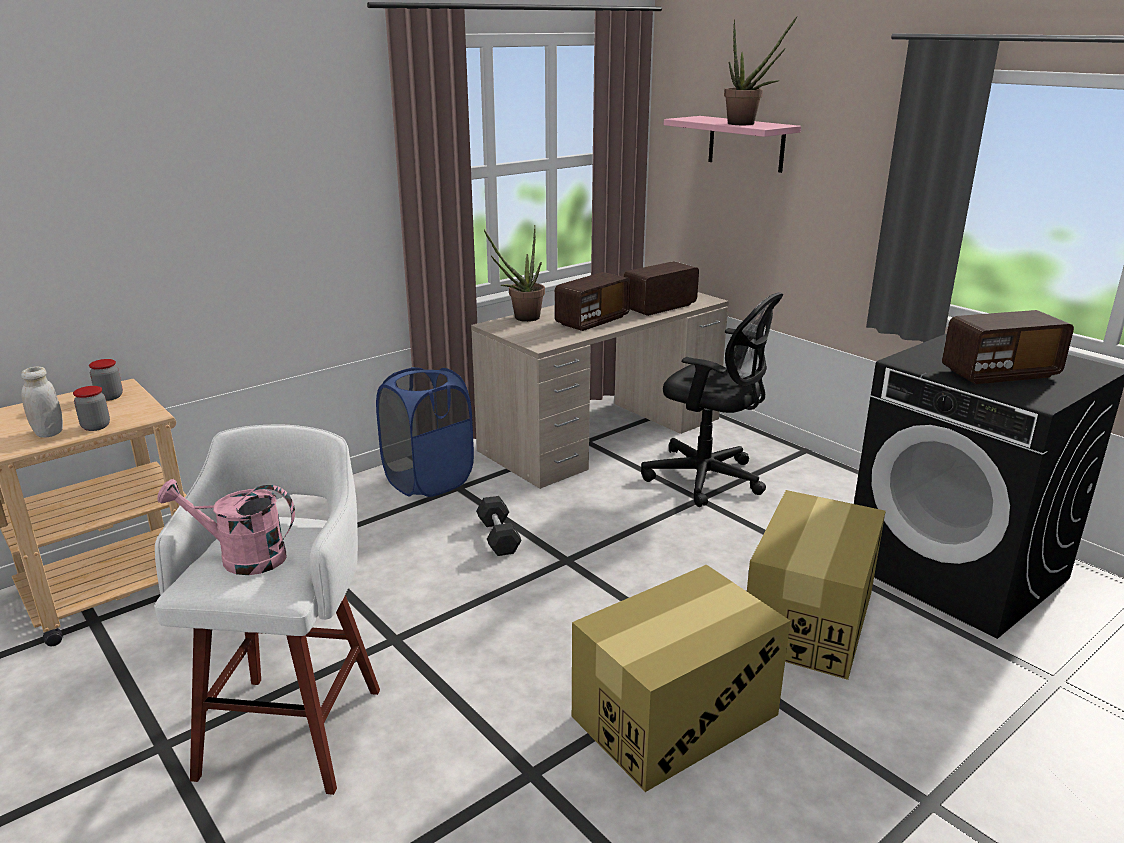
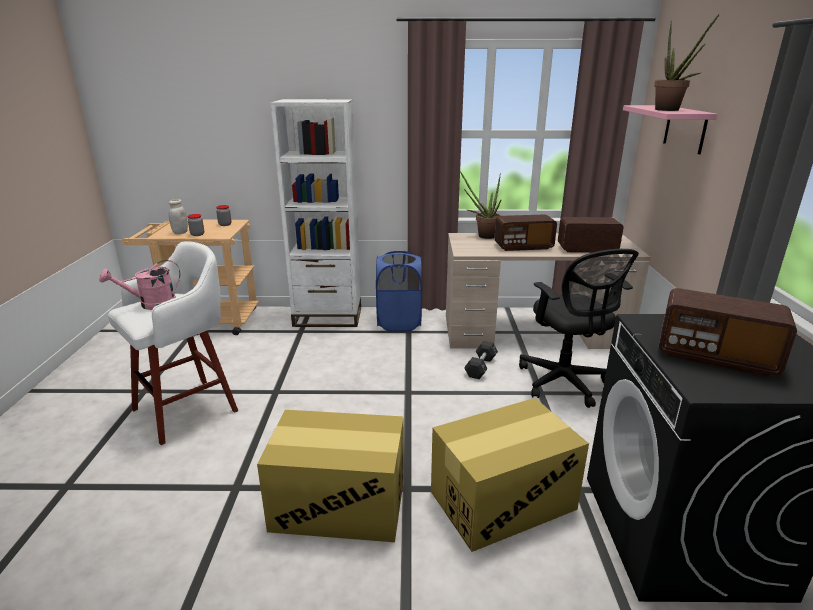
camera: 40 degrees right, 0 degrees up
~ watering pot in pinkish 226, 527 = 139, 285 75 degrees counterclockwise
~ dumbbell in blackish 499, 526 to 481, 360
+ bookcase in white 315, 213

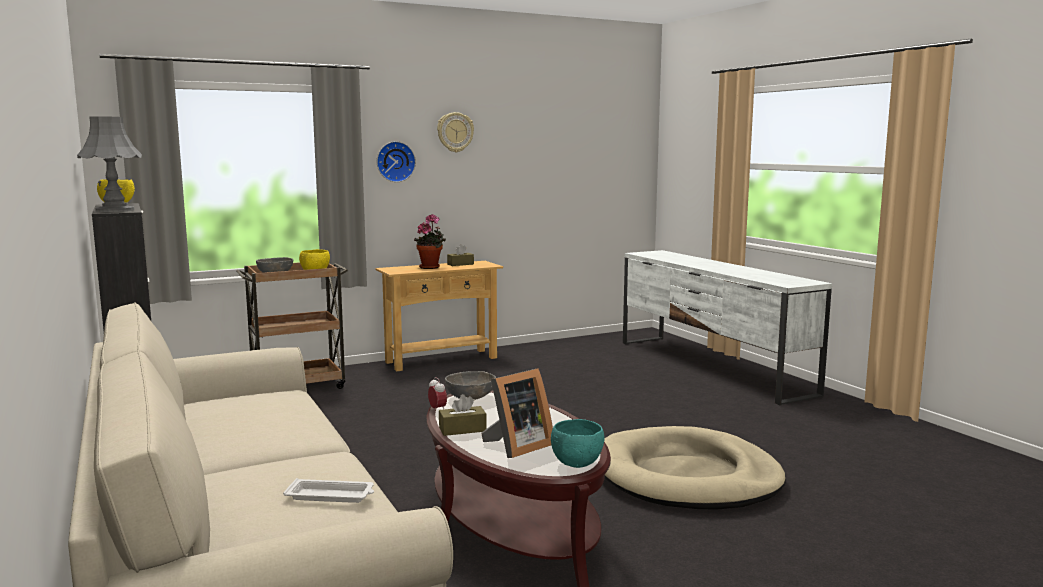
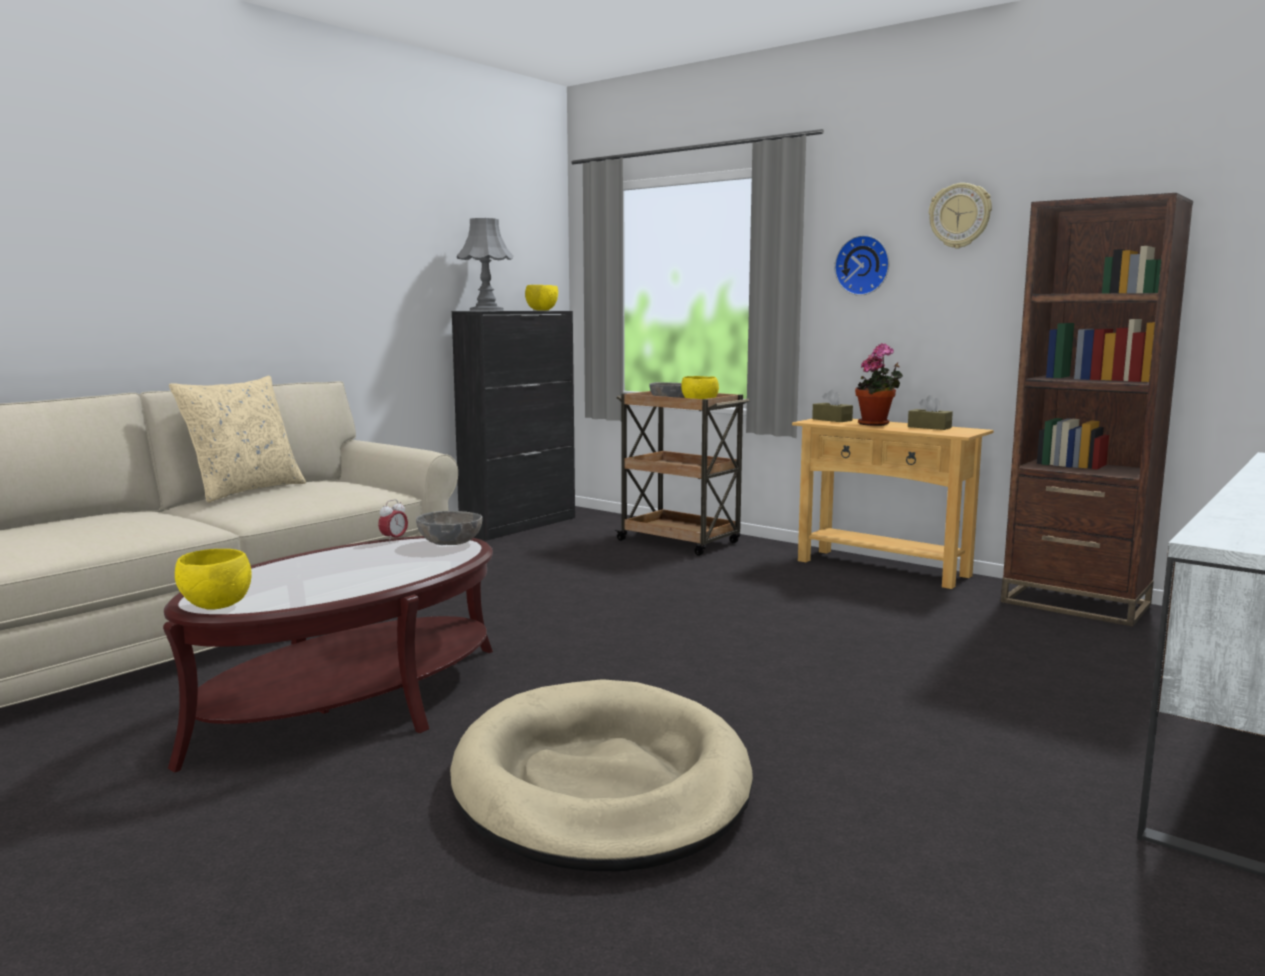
camera: 65 degrees right, 0 degrees up
- tray in white 328, 490
~ box of tissues in brown-coloured 463, 415 to 832, 405
- photo frame 517, 413
~ deep dish in blue-green 578, 443 to deep dish in yellow 213, 579
+ throw pillow in sand-coloured 237, 439
+ bookcase in brown-coloured 1097, 410

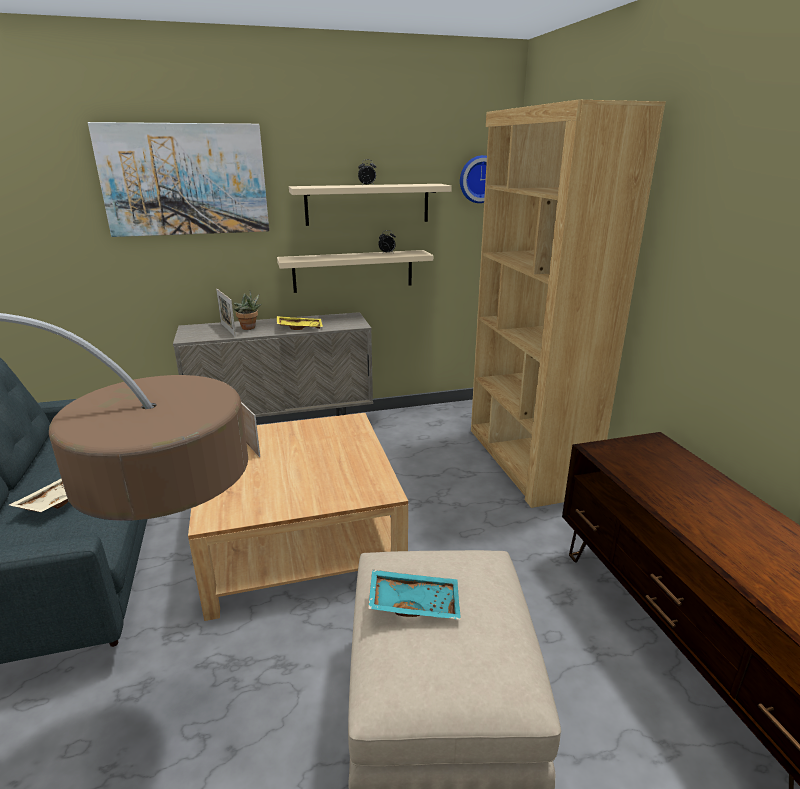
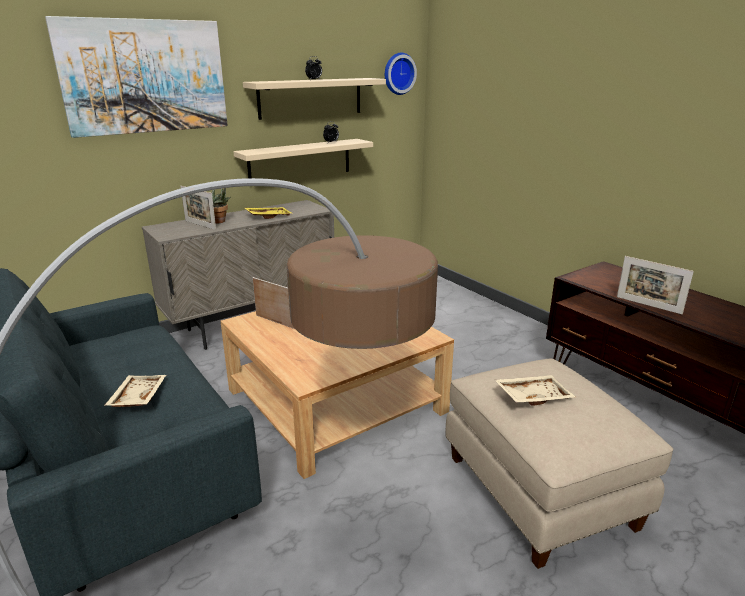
camera: 20 degrees left, 0 degrees up
~ tray in blue-green 414, 595 to tray in sand-coloured 535, 390
- bookcase in brown-coloured 568, 304
+ photo frame 655, 285

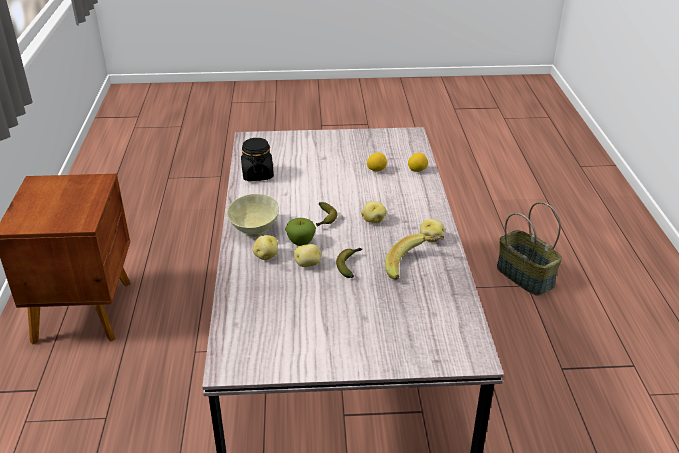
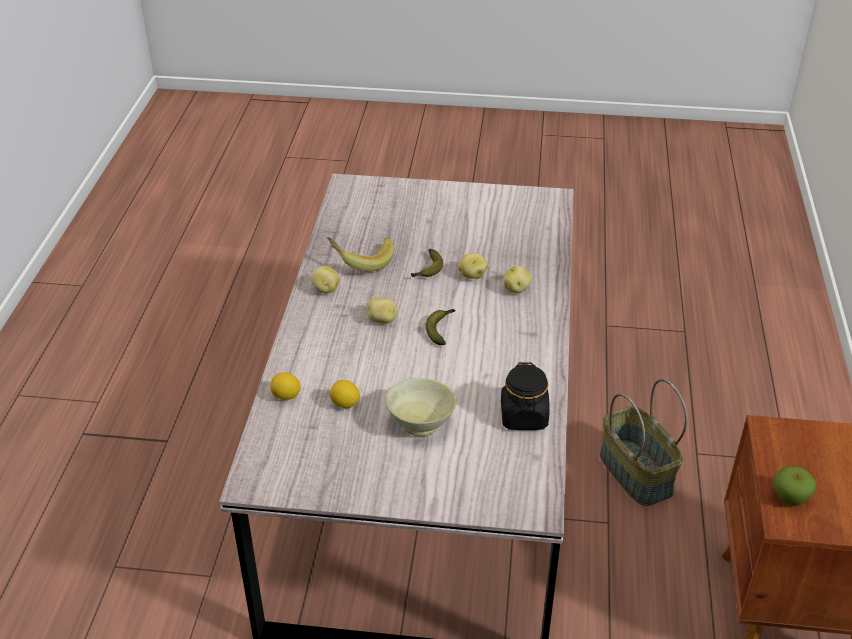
camera: 170 degrees left, 5 degrees up
~ deep dish in sand-coloured 253, 215 to 421, 407
~ apple 300, 232 to 795, 486
~ basket 529, 249 to 644, 442

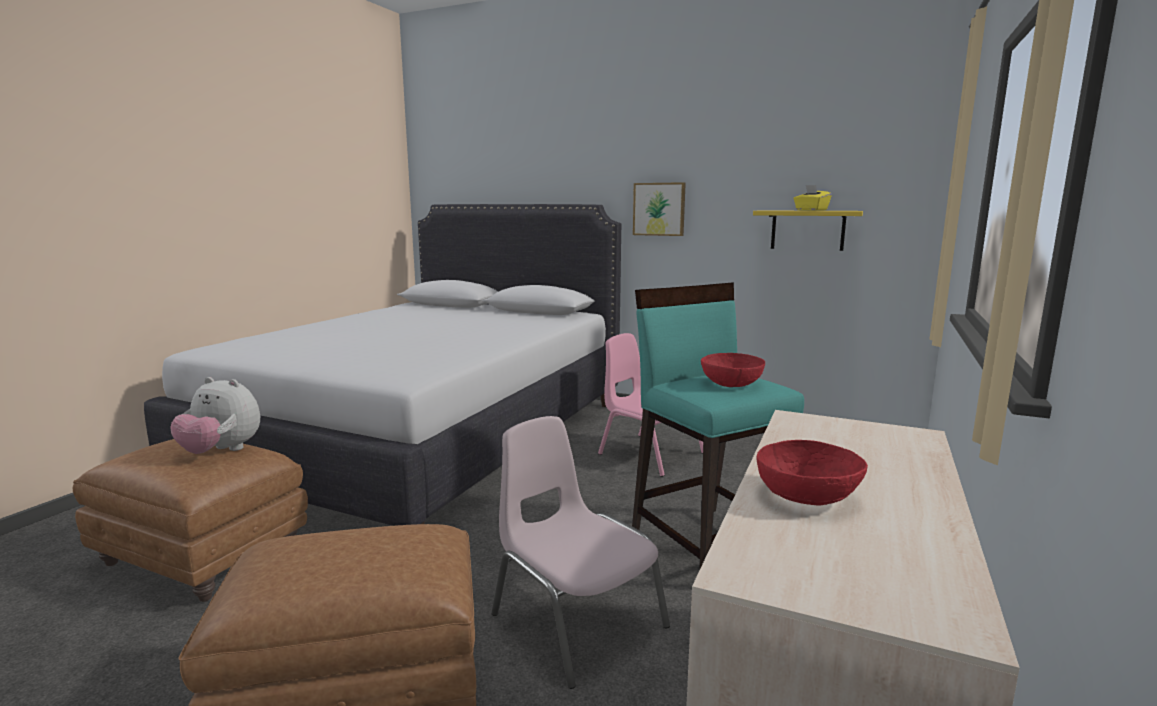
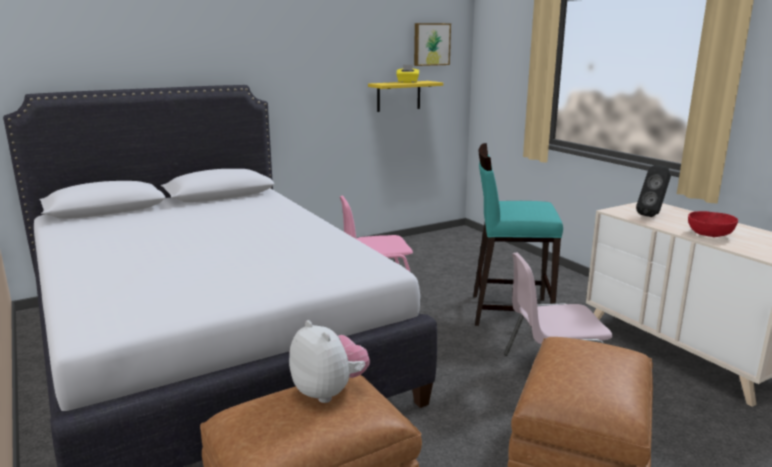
camera: 55 degrees left, 5 degrees up
~ cuddly toy 215, 415 = 329, 361 90 degrees counterclockwise
~ wall art 659, 209 to 432, 44
- deep dish in red 733, 370
+ loudspeaker in blackish 653, 191

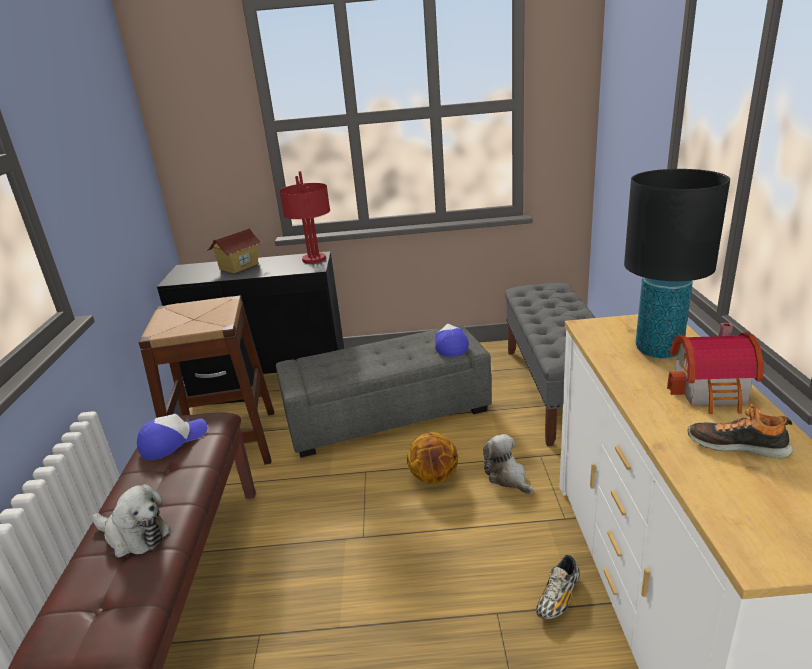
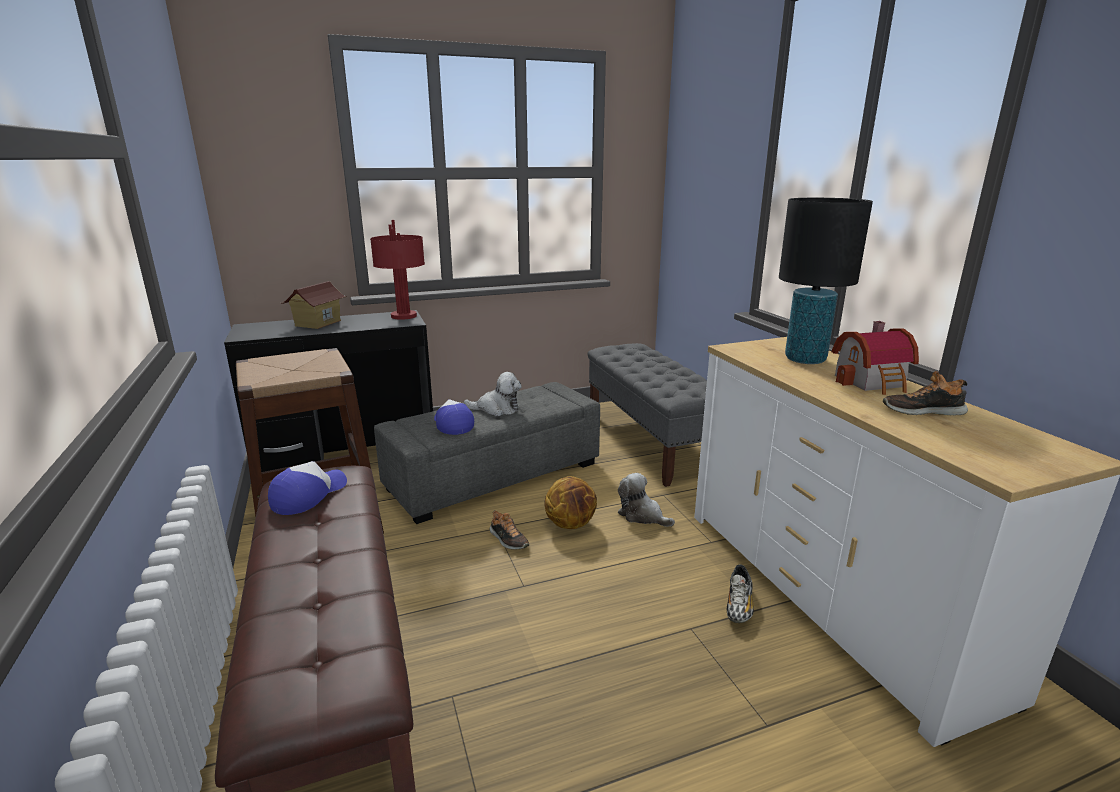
camera: 20 degrees left, 5 degrees down
~ cuddly toy 131, 521 to 493, 394
~ peaked cap 452, 340 to 454, 417
+ low shoe 509, 530

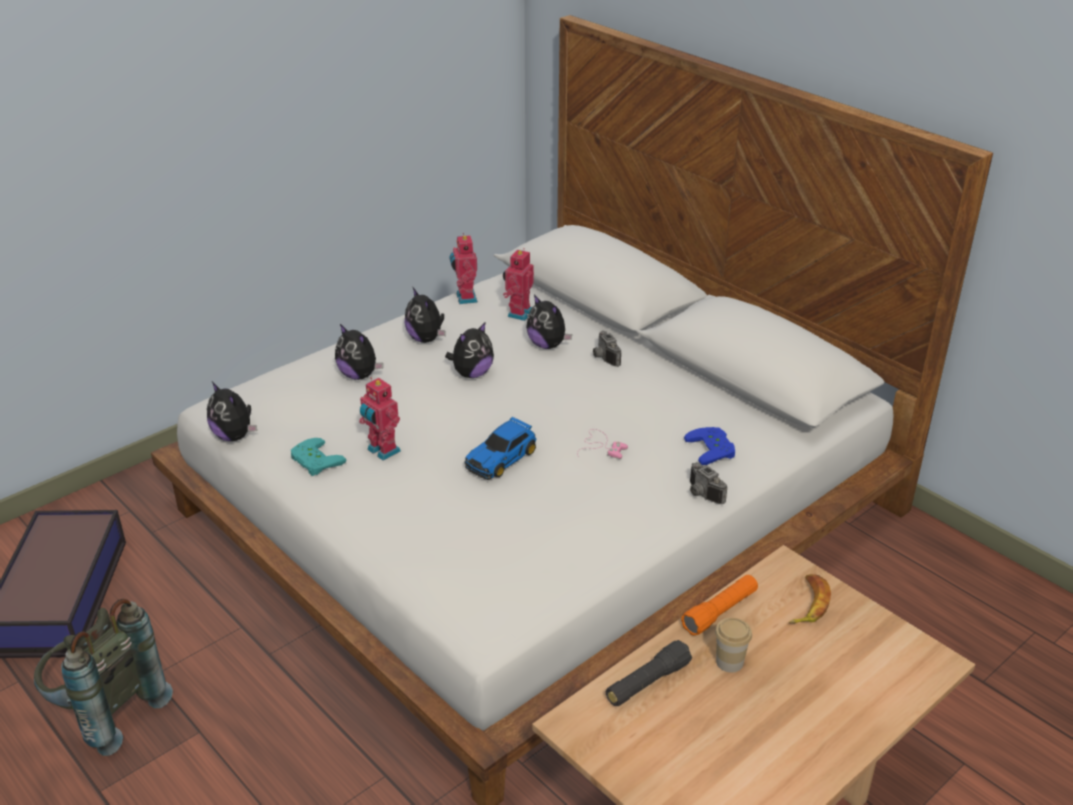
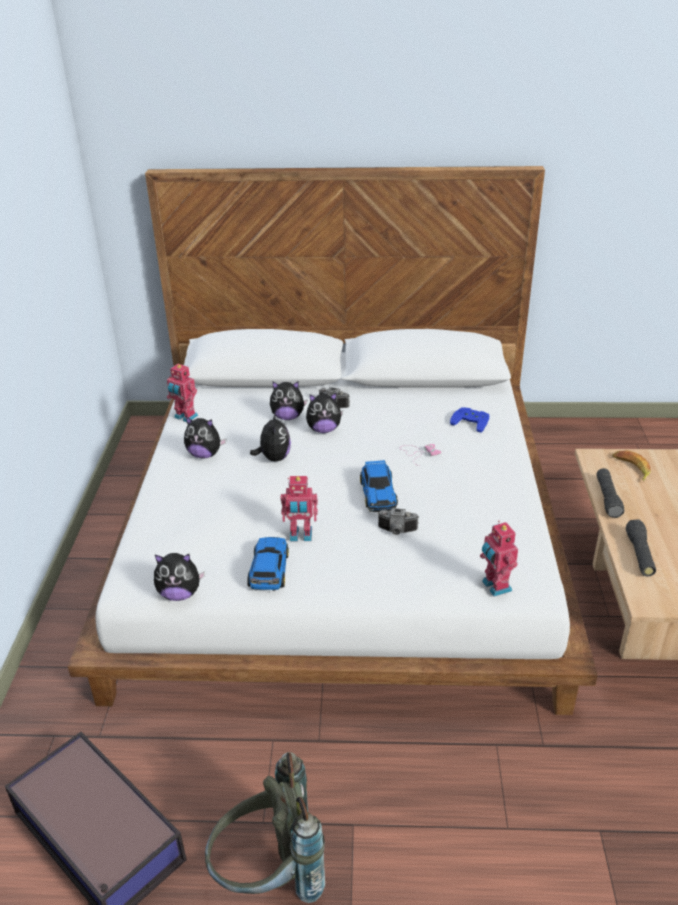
camera: 45 degrees left, 0 degrees up
~ game controller in blue-green 318, 457 to model car 268, 564
~ cuddly toy 359, 352 to 324, 413
~ robot figure 518, 284 to 499, 558
~ torch in orange-coloured 719, 605 to torch in blackish 610, 493
~ photo camera 708, 483 to 398, 521
- small cup 733, 645

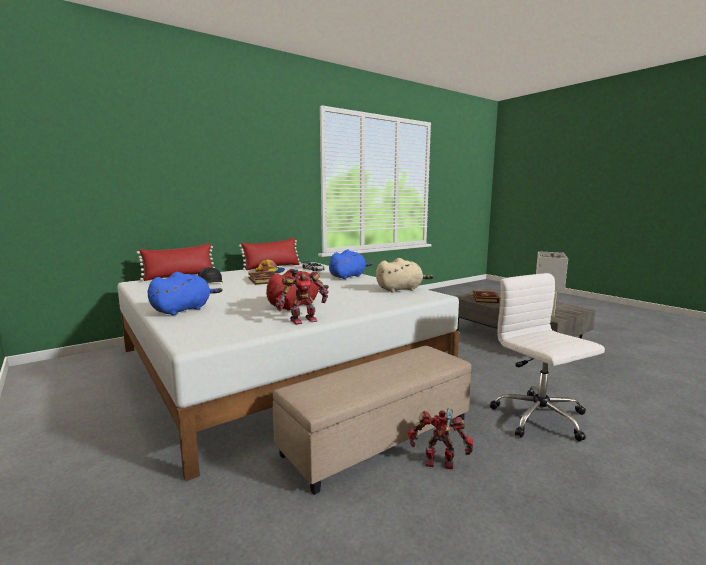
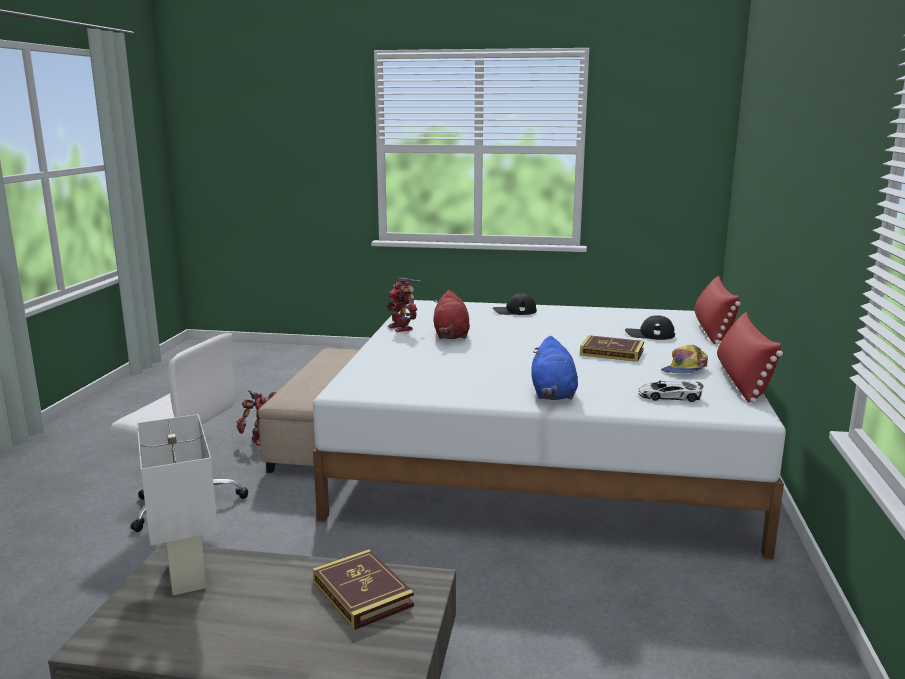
camera: 135 degrees right, 5 degrees up
~ cuddly toy in blue-coloured 184, 293 to peaked cap in blackish 515, 304
~ robot figure 301, 297 = 404, 304 45 degrees counterclockwise
- cuddly toy in sand-coloured 405, 275

